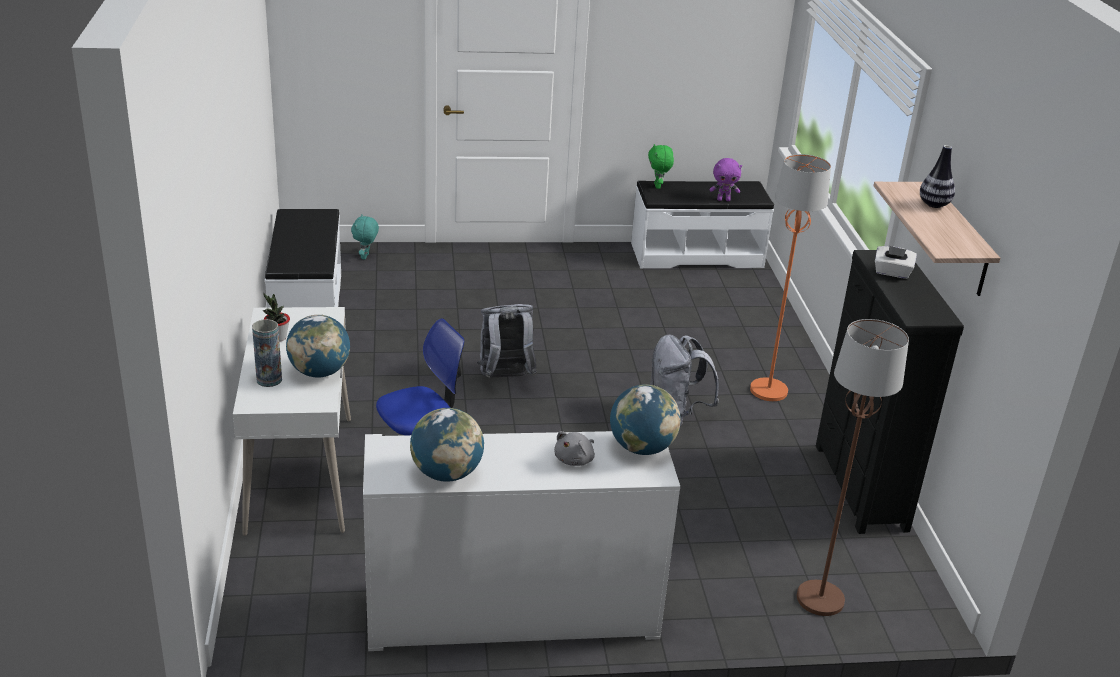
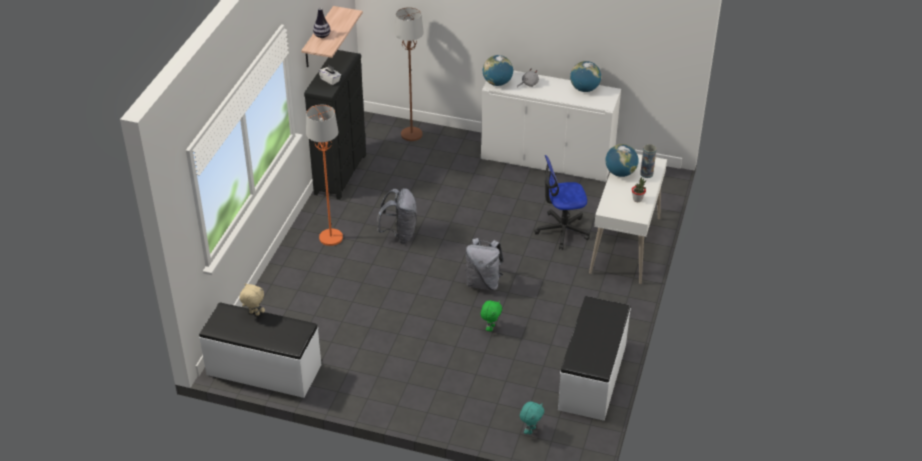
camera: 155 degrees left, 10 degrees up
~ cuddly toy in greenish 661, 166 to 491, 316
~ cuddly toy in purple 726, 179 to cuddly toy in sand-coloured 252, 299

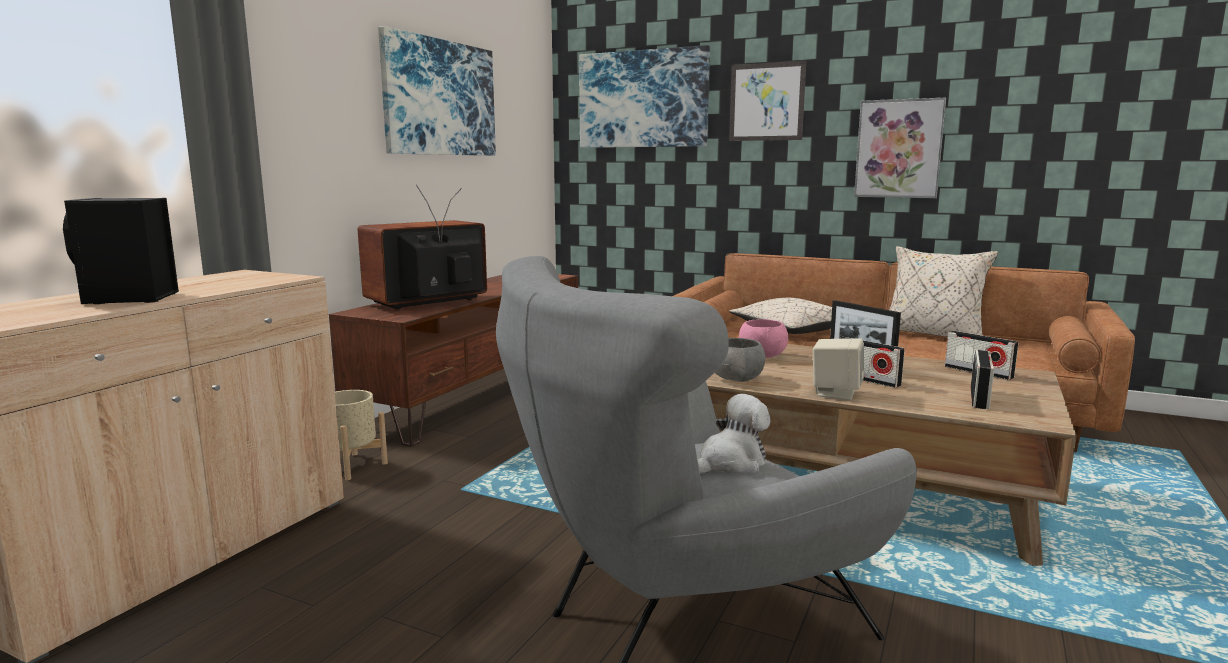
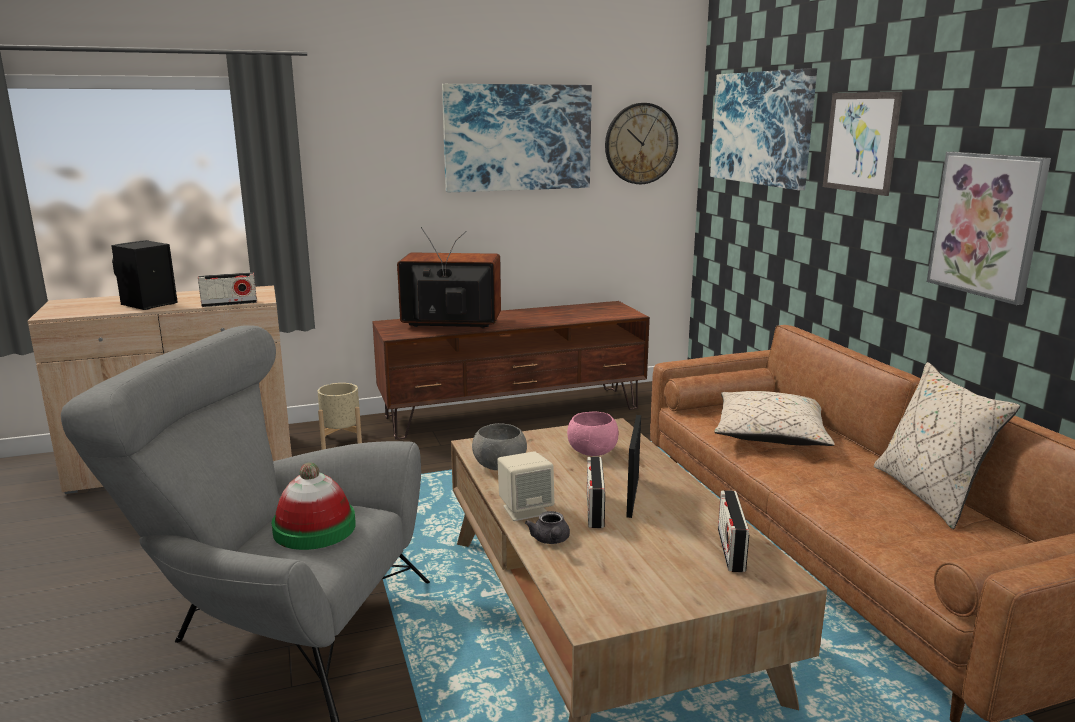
camera: 45 degrees right, 5 degrees up
~ cuddly toy 734, 434 to wearable hat 314, 506
~ radio 982, 379 to 227, 289
+ teapot in greyish 547, 527
+ clock on the wall 641, 143

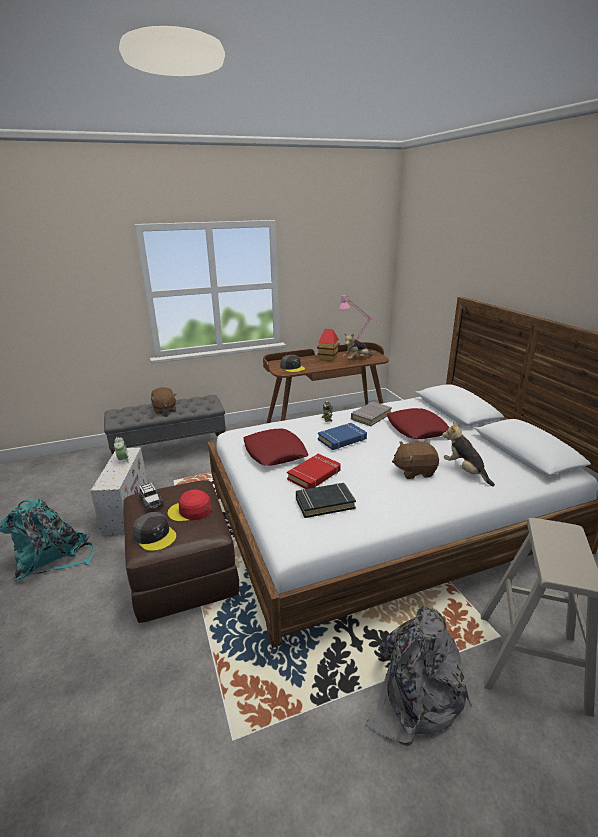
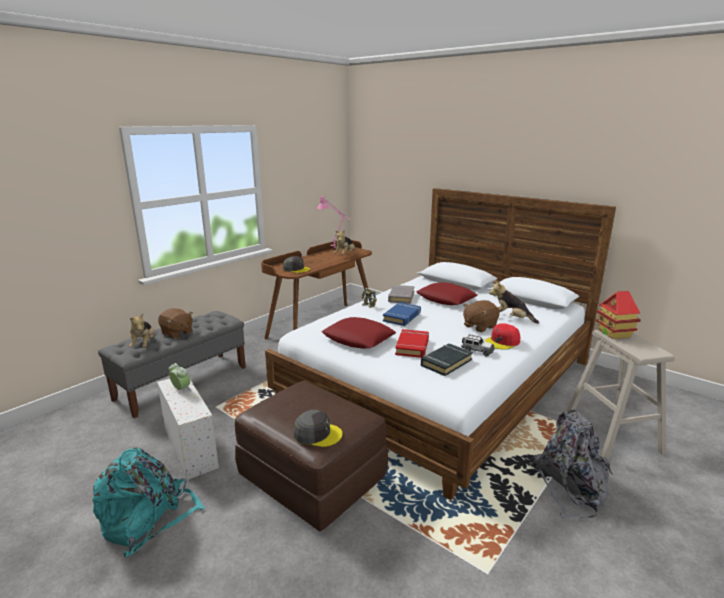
camera: 30 degrees left, 5 degrees down
~ model car 151, 497 to 478, 345
~ peaked cap in red 189, 505 to 502, 337
~ model house 328, 345 to 618, 315
+ cuddly toy 142, 330

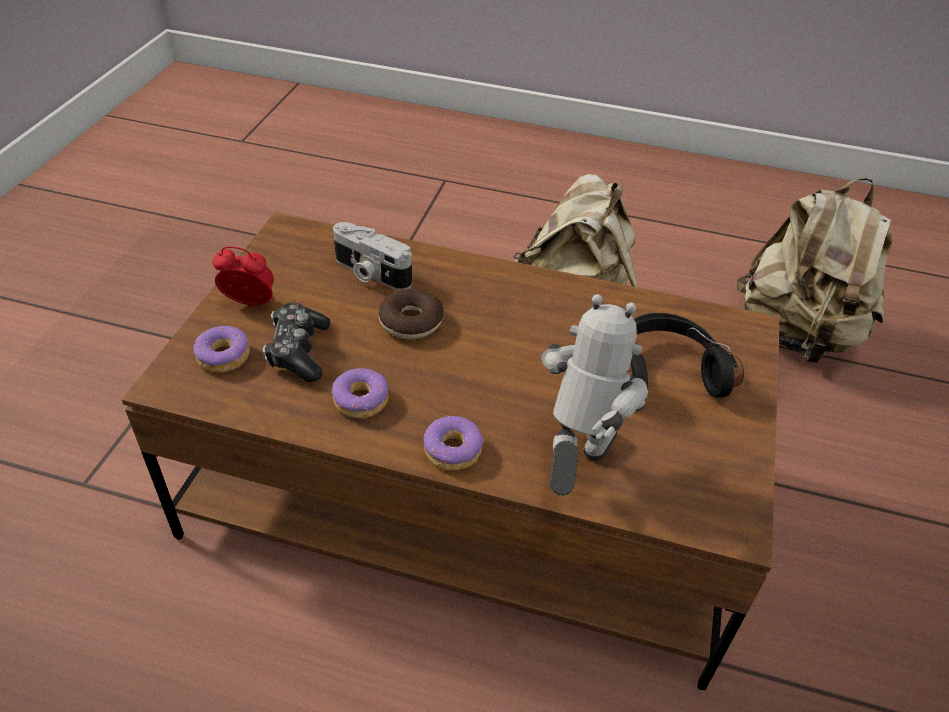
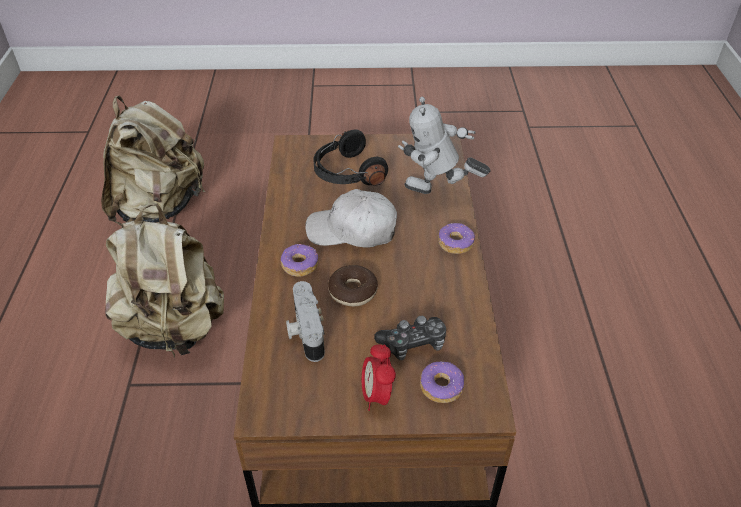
camera: 105 degrees left, 0 degrees up
~ doughnut 360, 393 to 299, 260
~ photo camera 372, 256 = 305, 321 150 degrees clockwise
+ peaked cap in white 351, 218

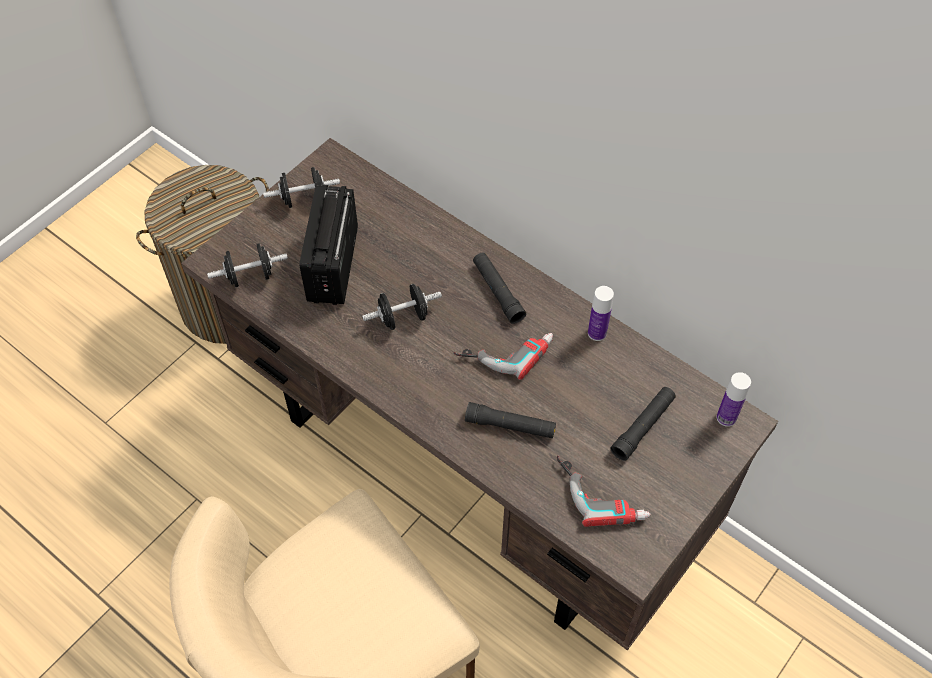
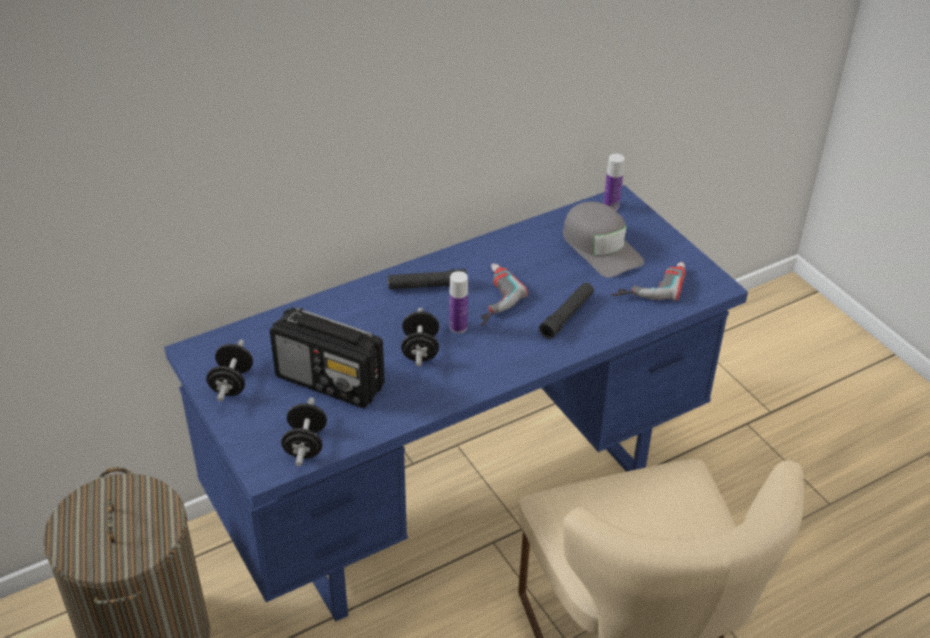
camera: 70 degrees left, 15 degrees down
~ desk table in brown-coloured 479, 394 to desk table in blue-coloured 456, 403
~ beverage bottle 601, 313 to 458, 302
~ torch in blackish 643, 424 to peaked cap in greyish 603, 240

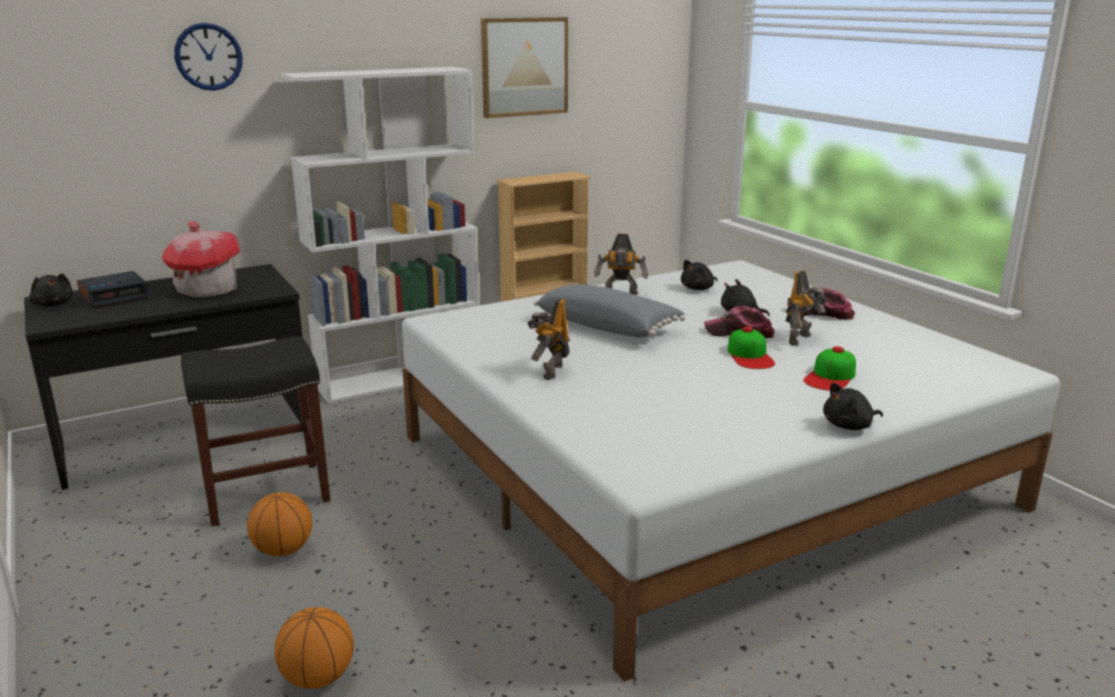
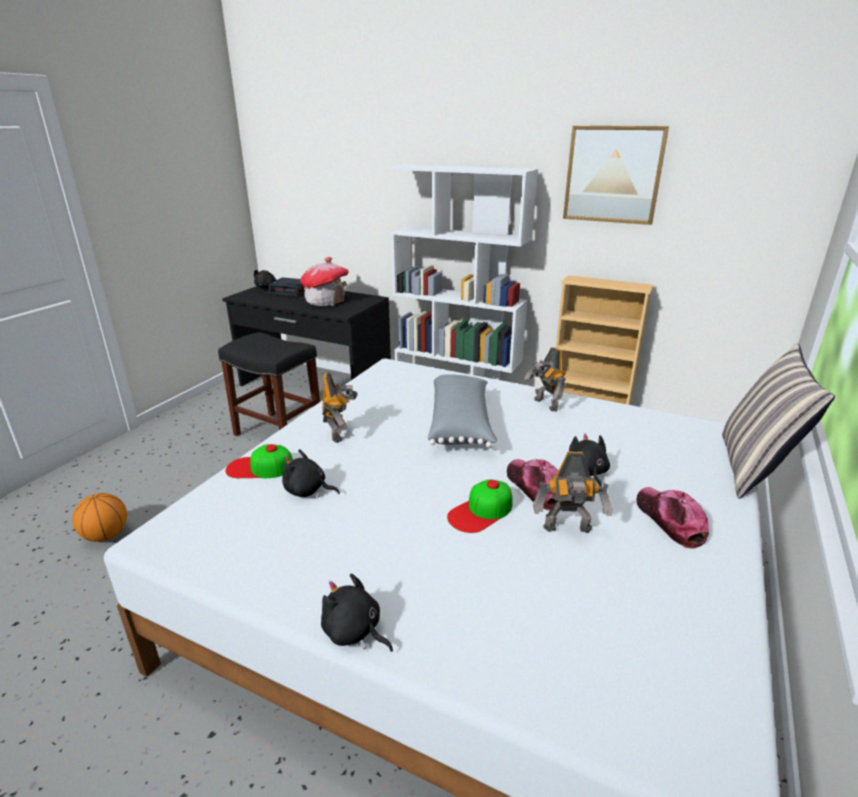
camera: 55 degrees right, 5 degrees up
- clock on the wall 208, 57
- basketball 279, 524
~ robot figure 548, 339 = 340, 407 105 degrees clockwise
~ cuddly toy in blackish 699, 275 to 311, 473
~ peaked cap 829, 368 to 259, 461
+ throw pillow 778, 421

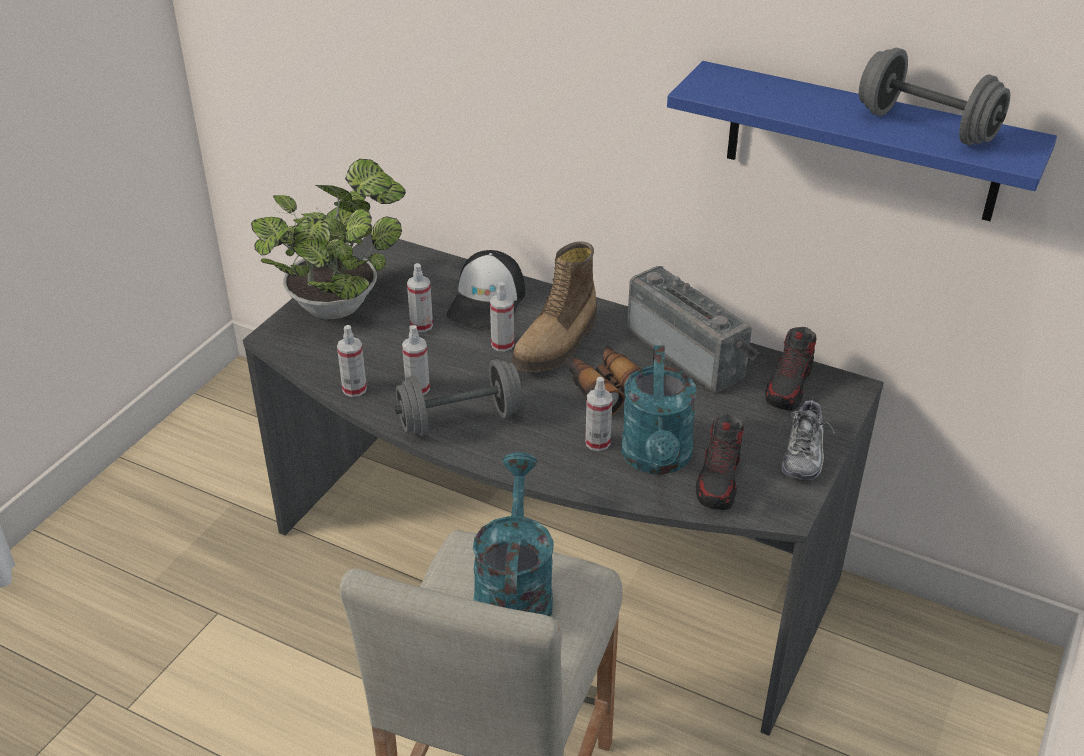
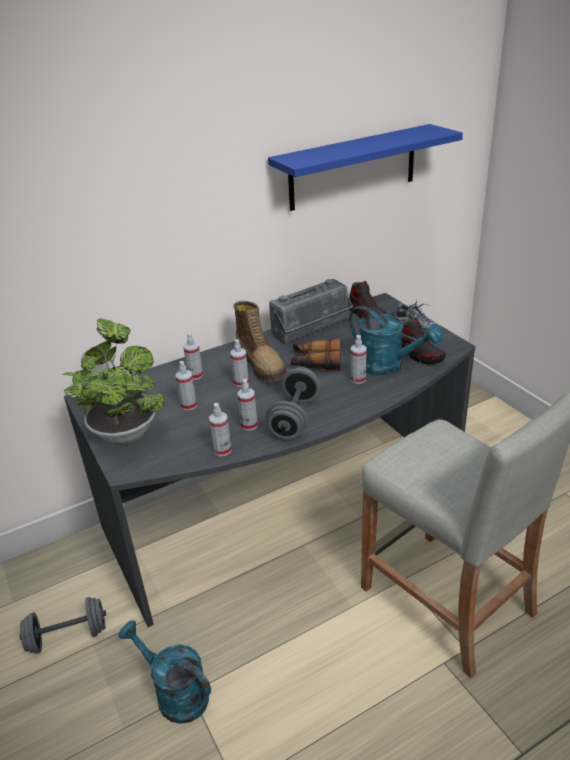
camera: 55 degrees left, 5 degrees down
~ peaked cap 485, 289 to hand sprayer 193, 356
~ watering pot in blue-green 513, 534 to 164, 672
~ radio 693, 329 = 311, 311 150 degrees clockwise
~ dumbbell in greyish 934, 96 to 62, 625

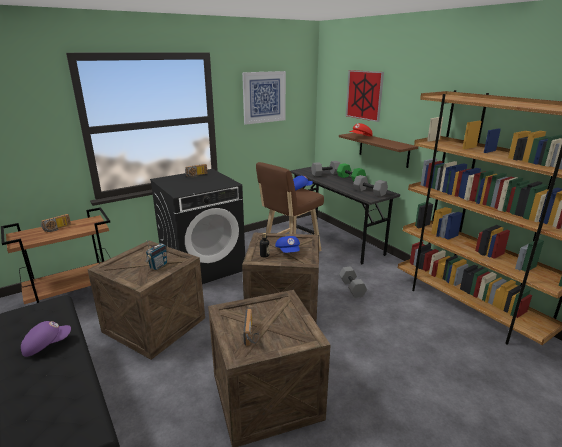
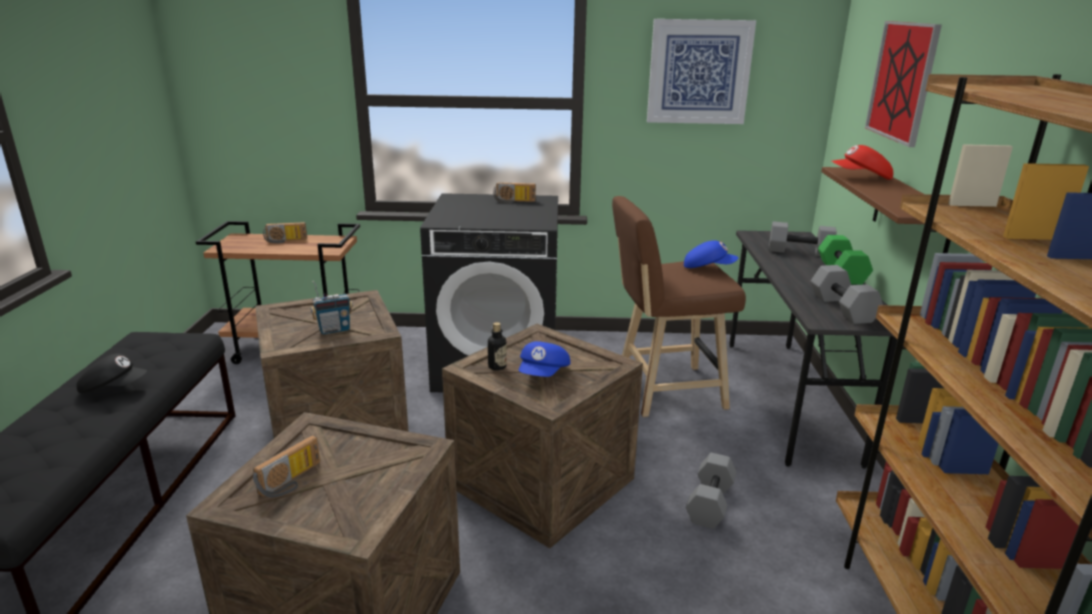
camera: 35 degrees right, 0 degrees up
~ peaked cap in purple 46, 339 to peaked cap in blackish 111, 373

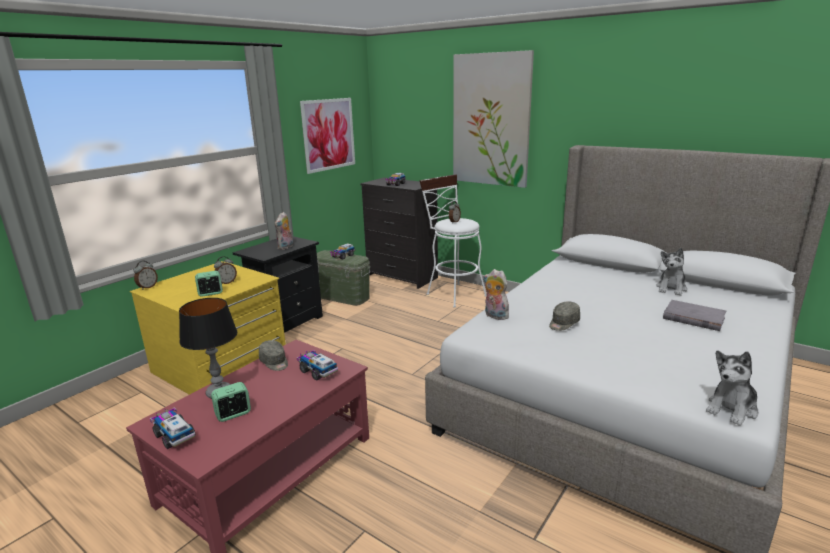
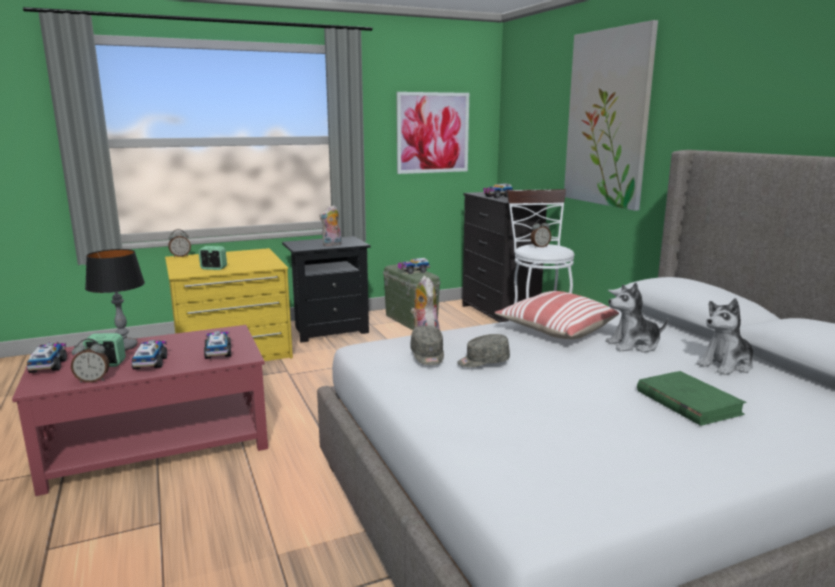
camera: 30 degrees right, 5 degrees down
~ bedside clock 225, 270 to 90, 361
~ peaked cap in greyish 273, 355 to 427, 345
~ bound book in greyish 694, 315 to bound book in greenish 691, 398
~ cuddly toy 732, 388 to 637, 318
+ model truck 149, 354
+ throw pillow 557, 315

